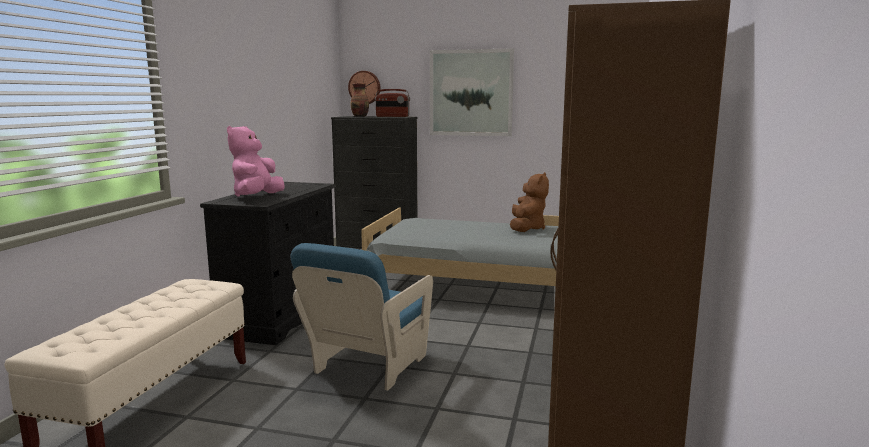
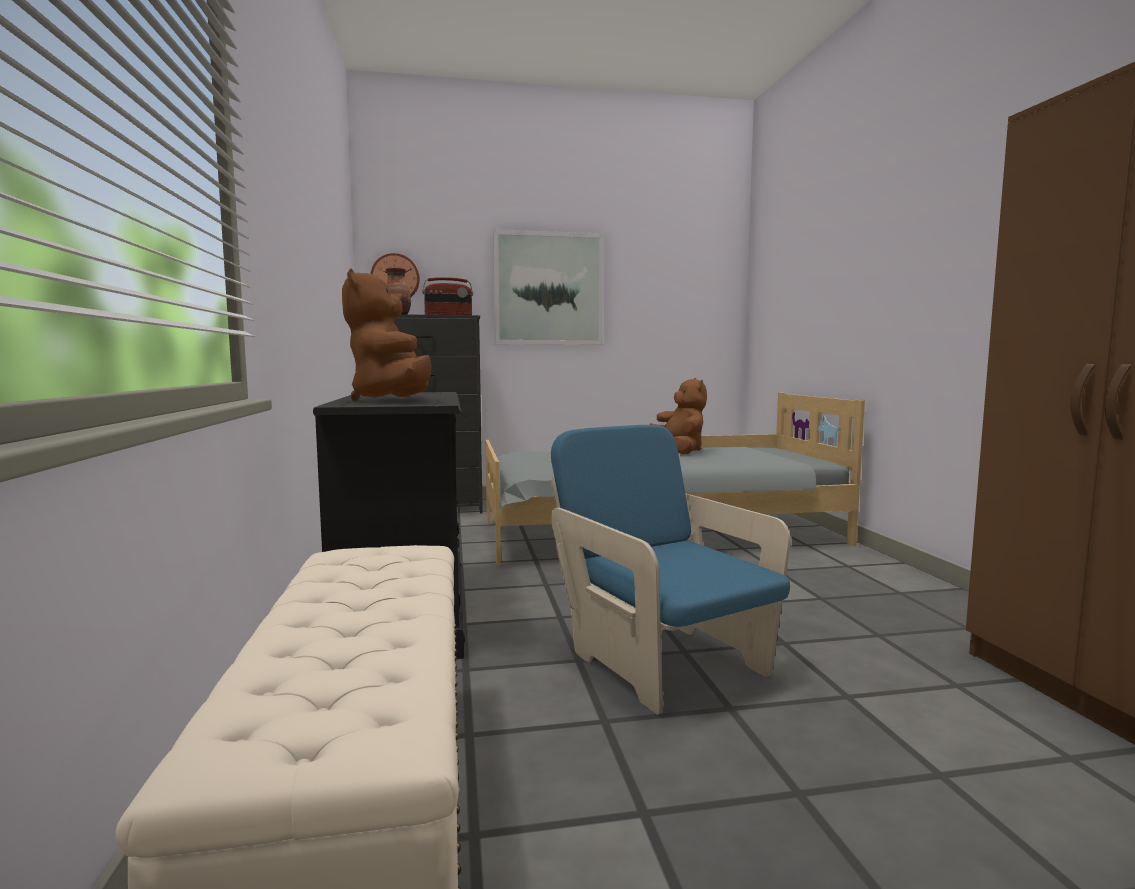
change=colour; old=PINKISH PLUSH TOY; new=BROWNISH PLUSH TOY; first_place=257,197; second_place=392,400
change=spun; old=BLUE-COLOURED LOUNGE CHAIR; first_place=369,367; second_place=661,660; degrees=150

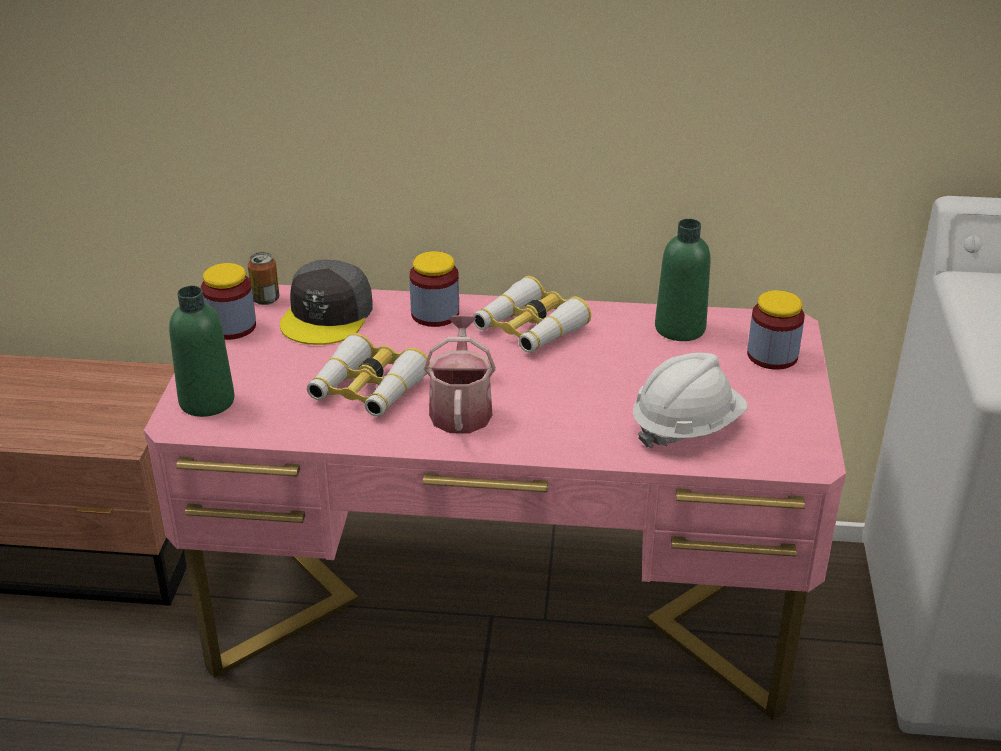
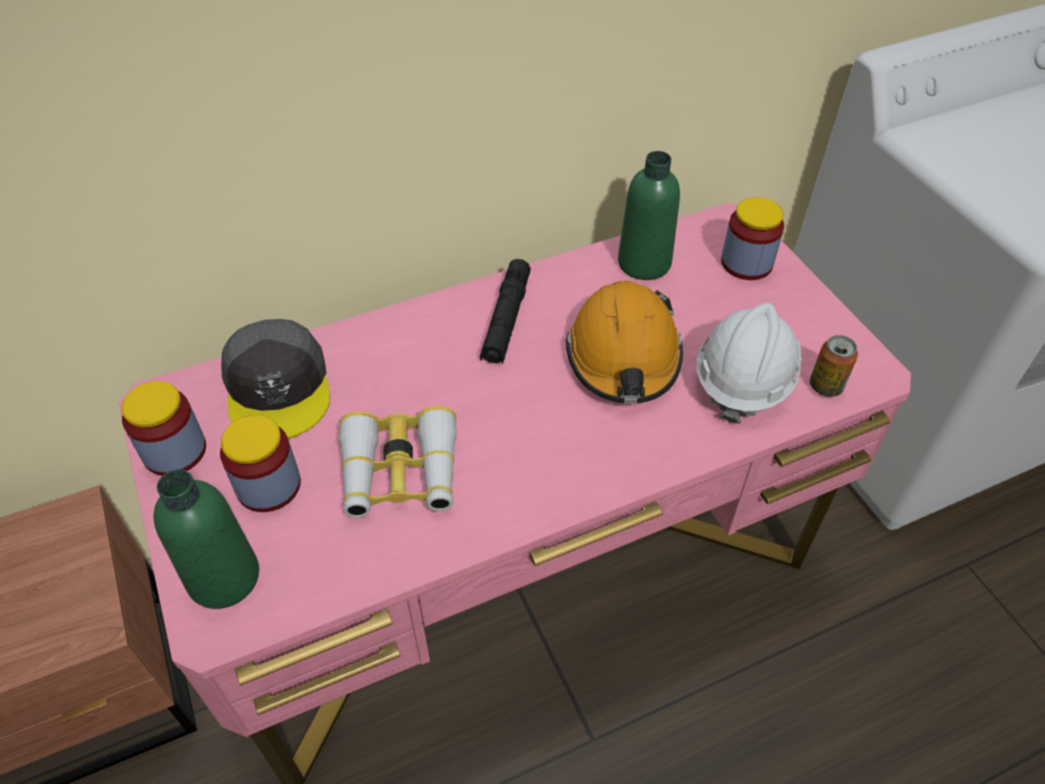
change=relocated; old=METAL CAN; first_place=265,299; second_place=825,386
change=relocated; old=STORAGE JAR; first_place=435,314; second_place=268,486
change=missing; old=WATERING CAN; first_place=461,408
change=exchanged; old=FIELD GLASSES; new=BLACK TORCH; first_place=529,328; second_place=506,319
change=appeared; new=ORANGEY SAFETY HELMET; second_place=624,357

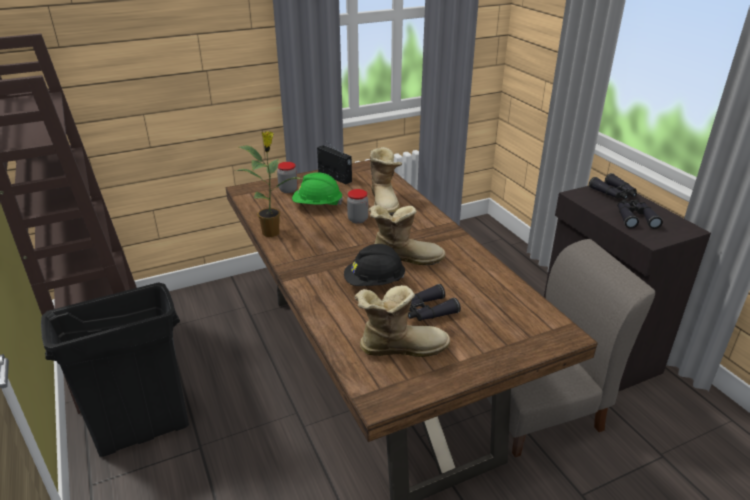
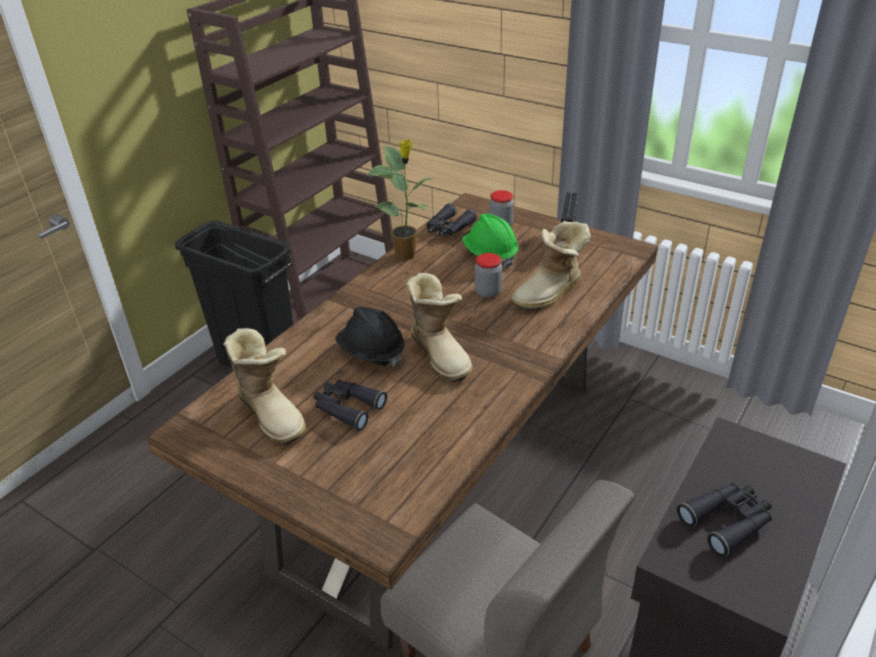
change=relocated; old=BLACK FIELD GLASSES; first_place=614,193; second_place=448,228

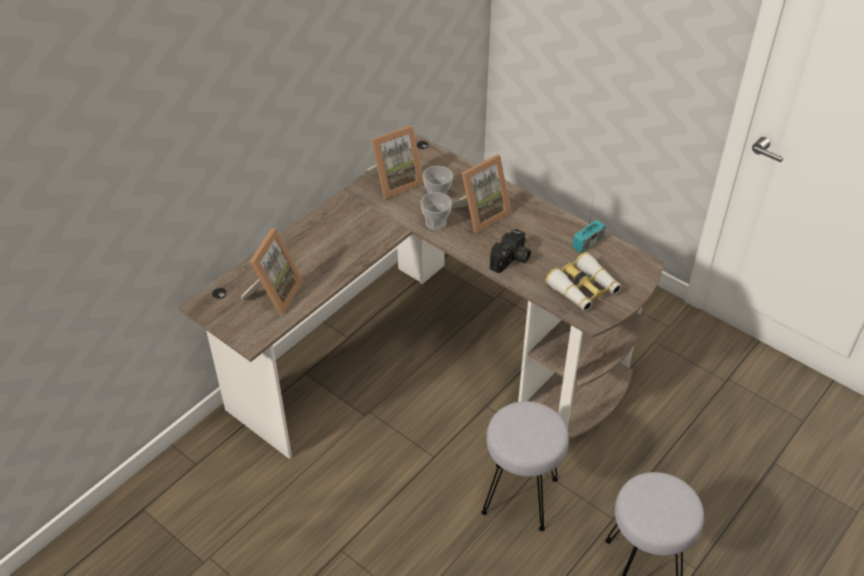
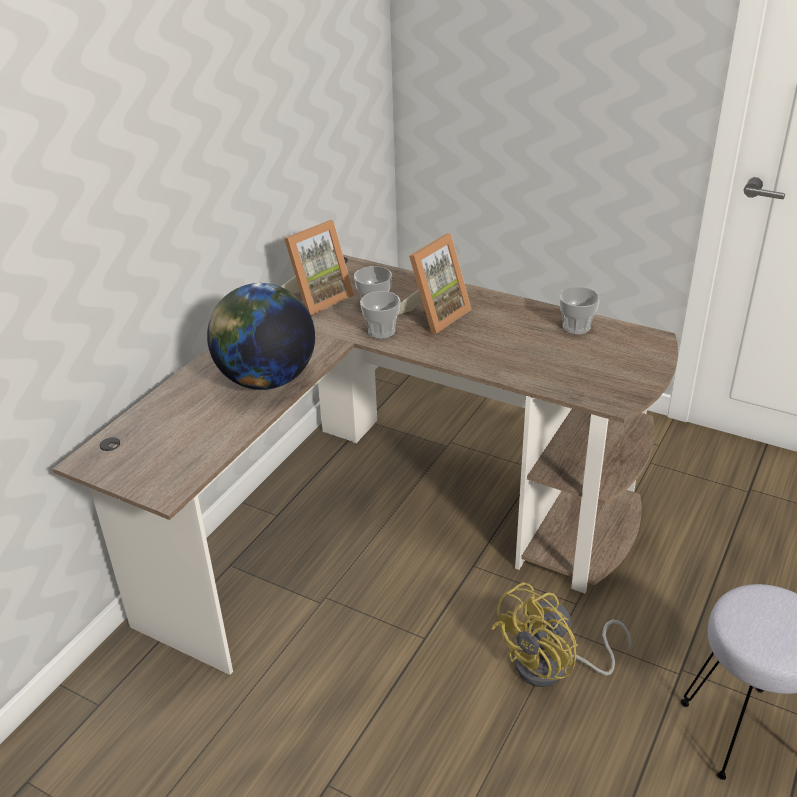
change=missing; old=PICTURE FRAME; first_place=274,293
change=exchanged; old=GRAY STOOL SEAT; new=YELLOW COOLING FAN; first_place=521,497; second_place=553,668
change=missing; old=PHOTO CAMERA; first_place=511,260
change=missing; old=FIELD GLASSES; first_place=583,289
change=exchanged; old=RADIO; new=CUP; first_place=588,243; second_place=576,327
change=appeared; new=WORLD GLOBE; second_place=266,380

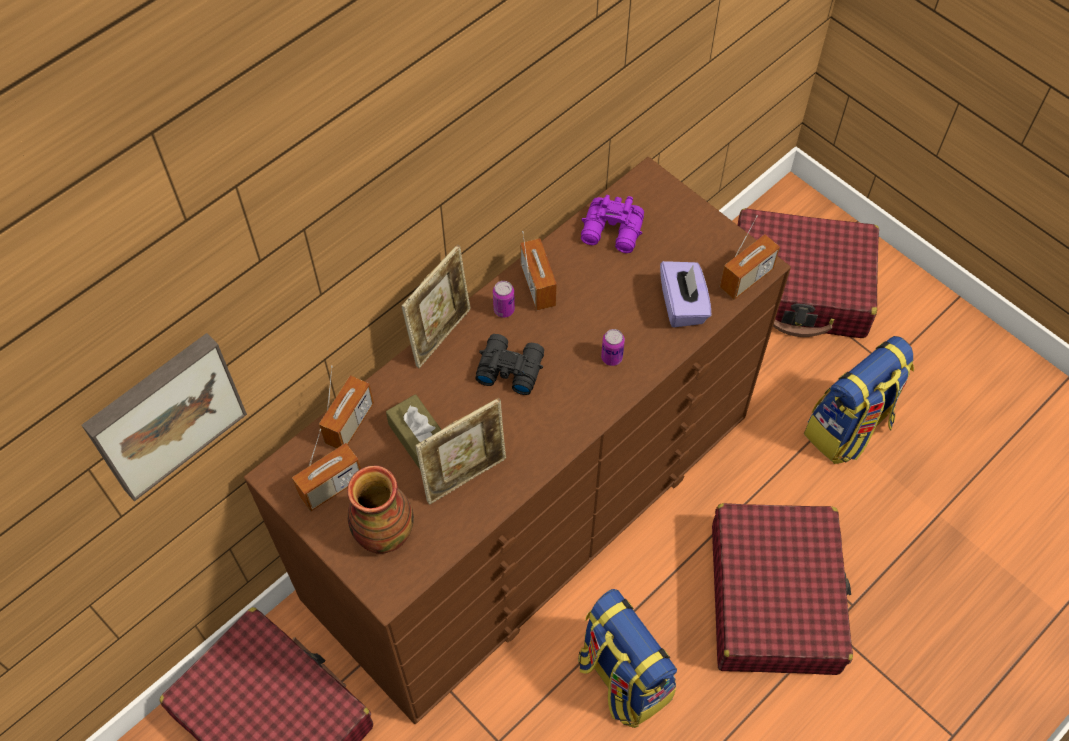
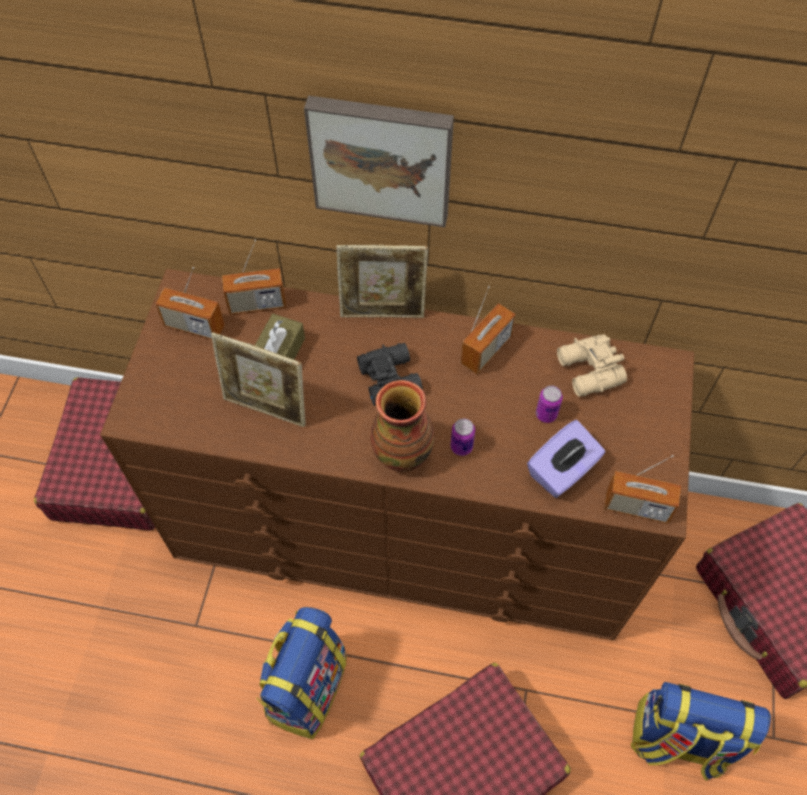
change=relocated; old=PICTURE; first_place=164,413; second_place=382,158
change=relocated; old=DECORATIVE VASE; first_place=383,532; second_place=402,452
change=relocated; old=METAL CAN; first_place=504,310; second_place=546,414
change=colour; old=PURPLISH FIELD GLASSES; new=SAND-COLOURED FIELD GLASSES; first_place=612,232; second_place=588,372

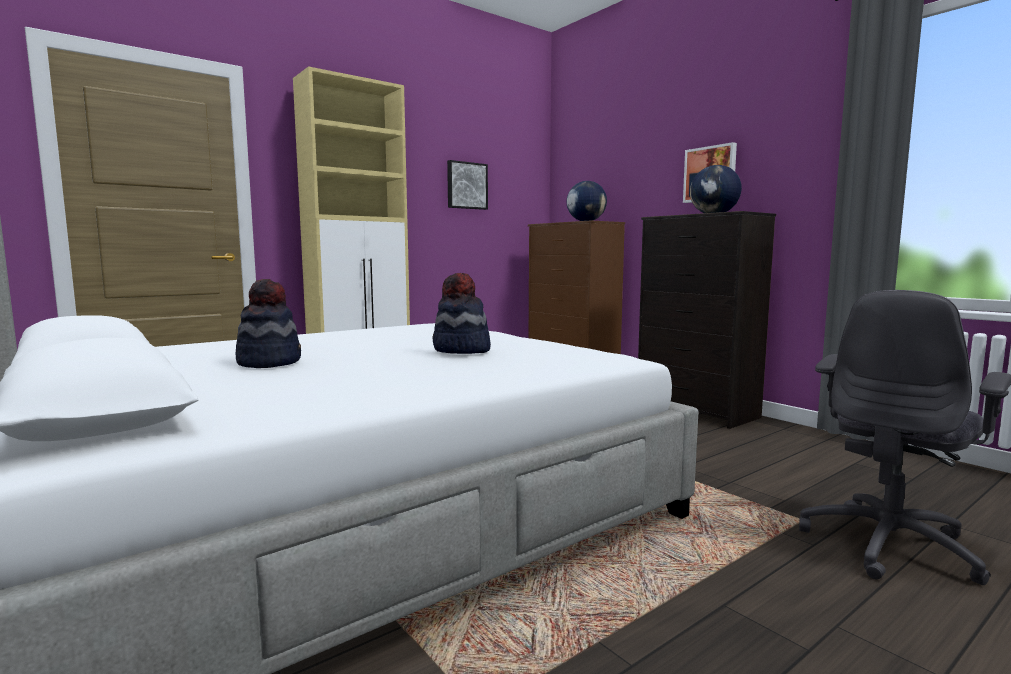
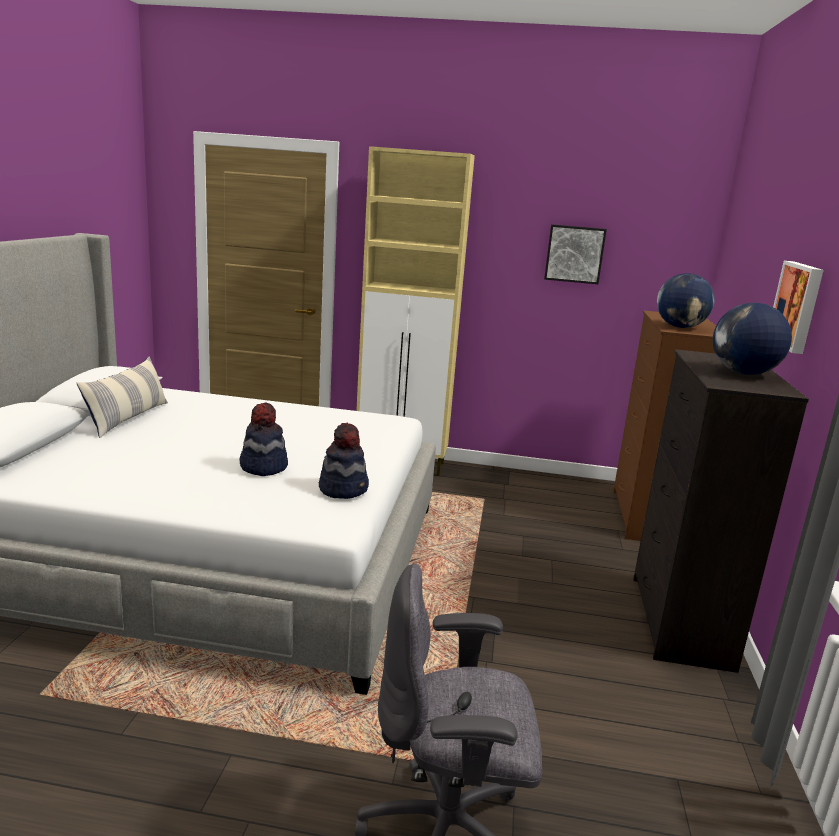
change=relocated; old=CLOTHING HAT; first_place=269,362; second_place=344,489
change=appeared; new=PILLOW; second_place=128,418

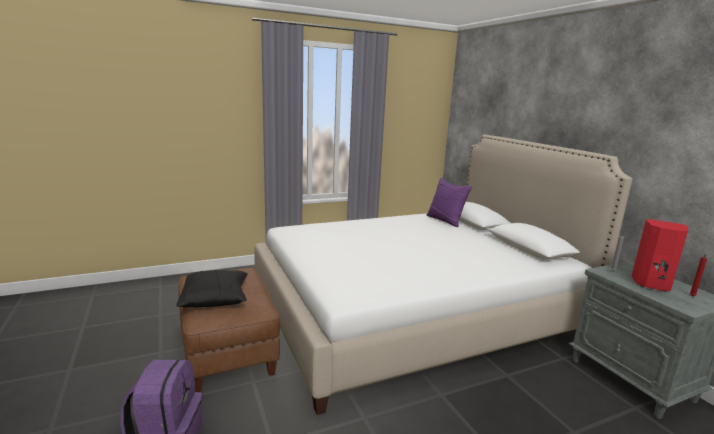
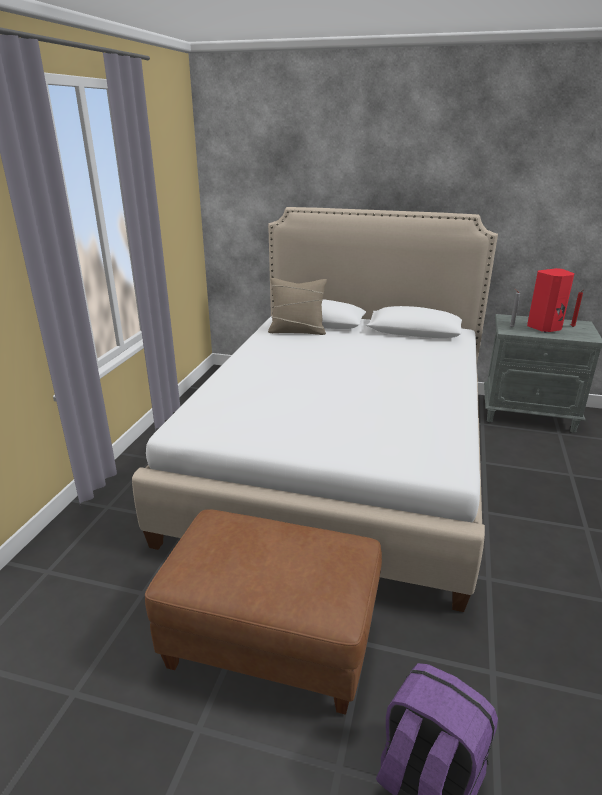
change=missing; old=BLACK PILLOW; first_place=215,299
change=colour; old=PURPLISH PILLOW; new=SAND-COLOURED PILLOW; first_place=445,220; second_place=297,331

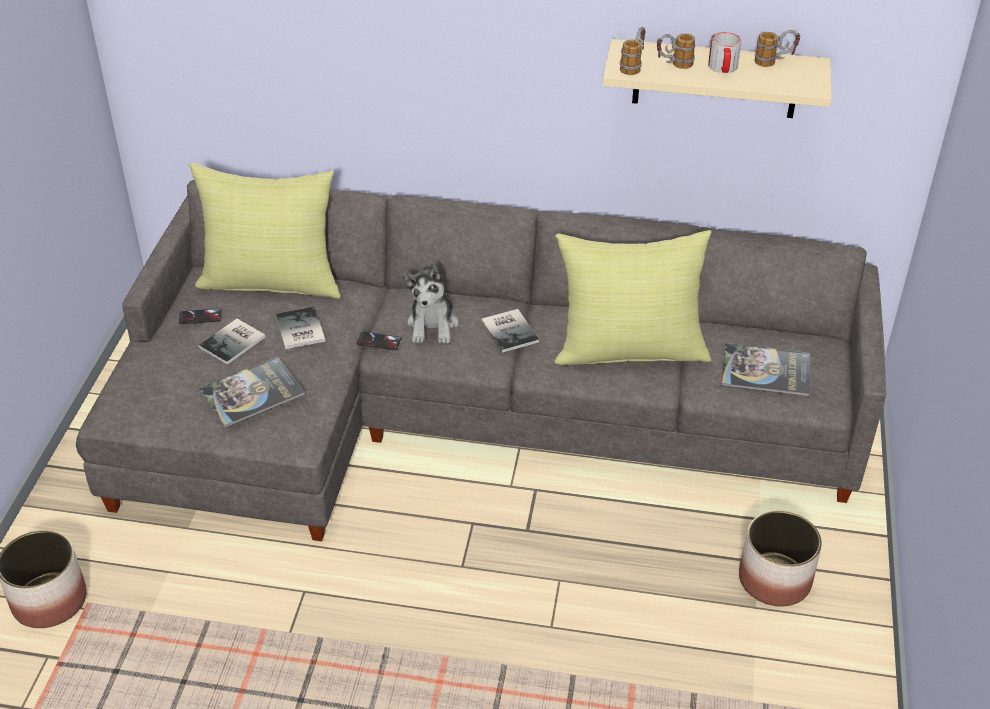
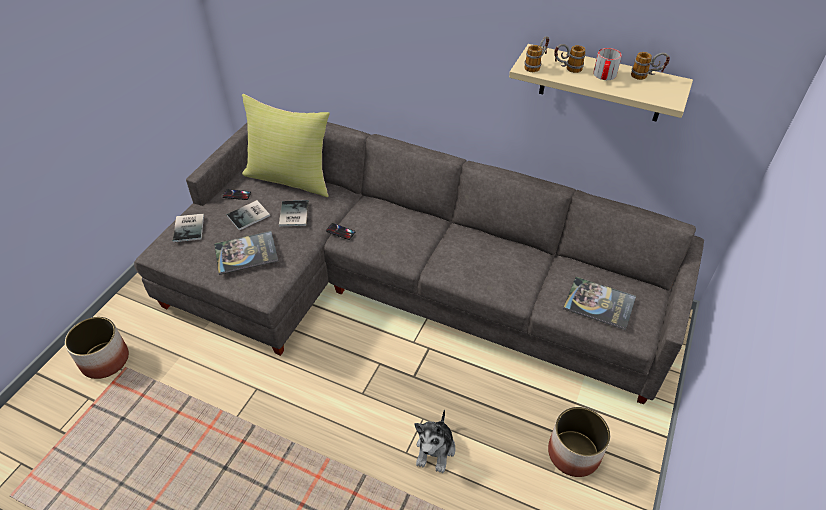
change=relocated; old=PLUSH TOY; first_place=433,325; second_place=435,449
change=relocated; old=VOLUME; first_place=510,330; second_place=190,227
change=missing; old=YELLOW PILLOW; first_place=630,349

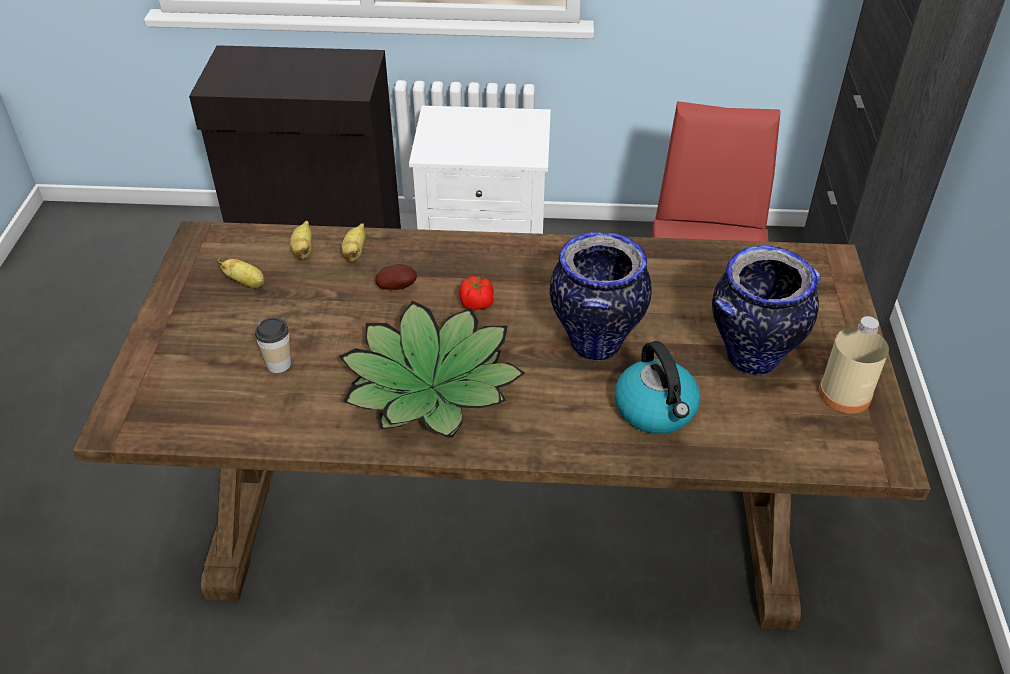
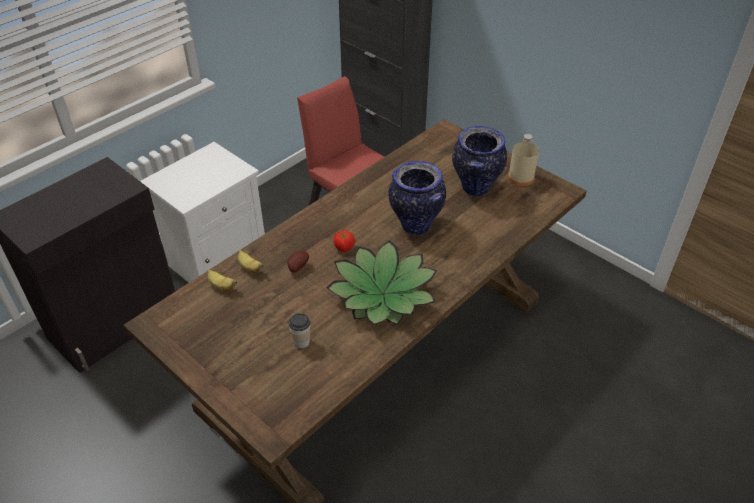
change=missing; old=BANANA; first_place=246,283
change=missing; old=TEA KETTLE; first_place=656,410

